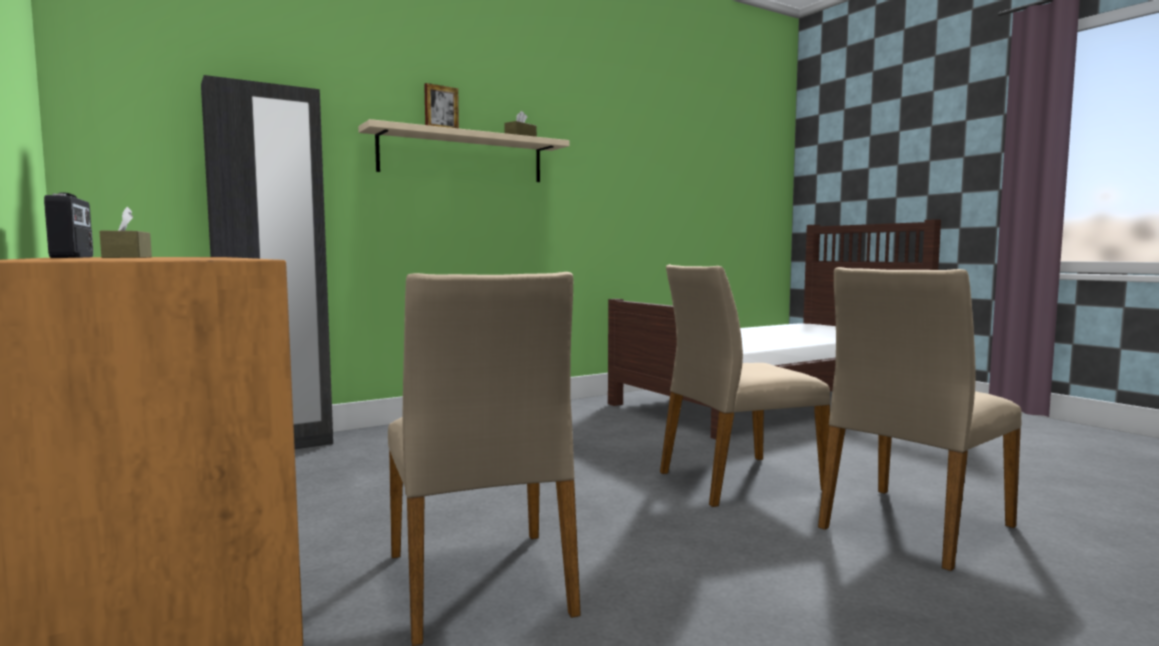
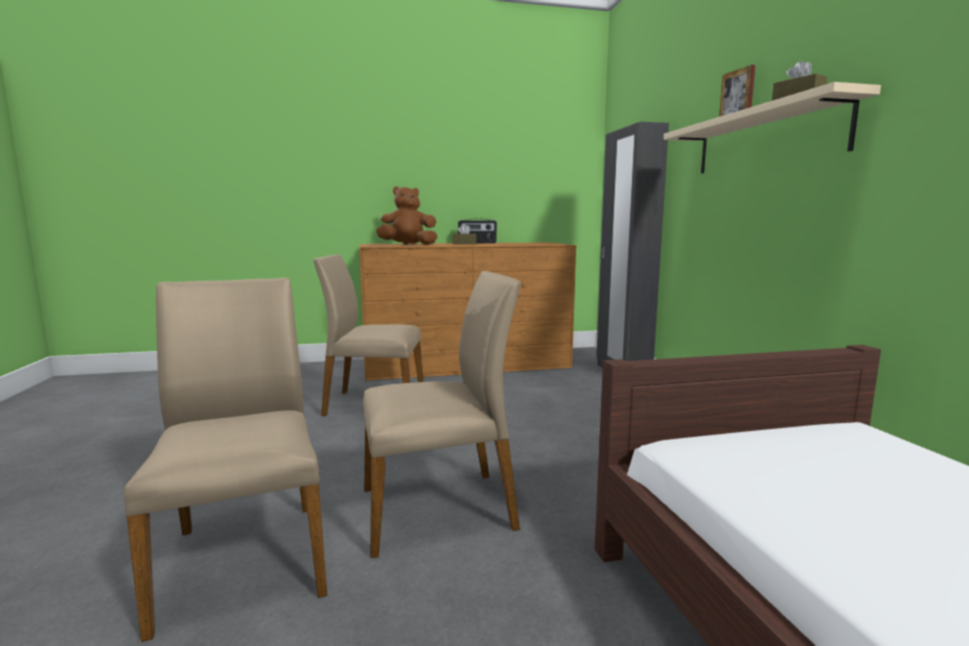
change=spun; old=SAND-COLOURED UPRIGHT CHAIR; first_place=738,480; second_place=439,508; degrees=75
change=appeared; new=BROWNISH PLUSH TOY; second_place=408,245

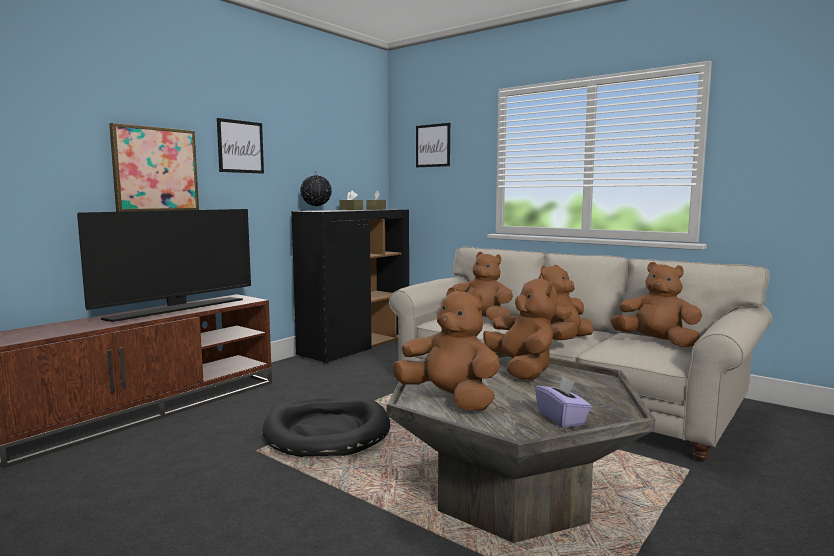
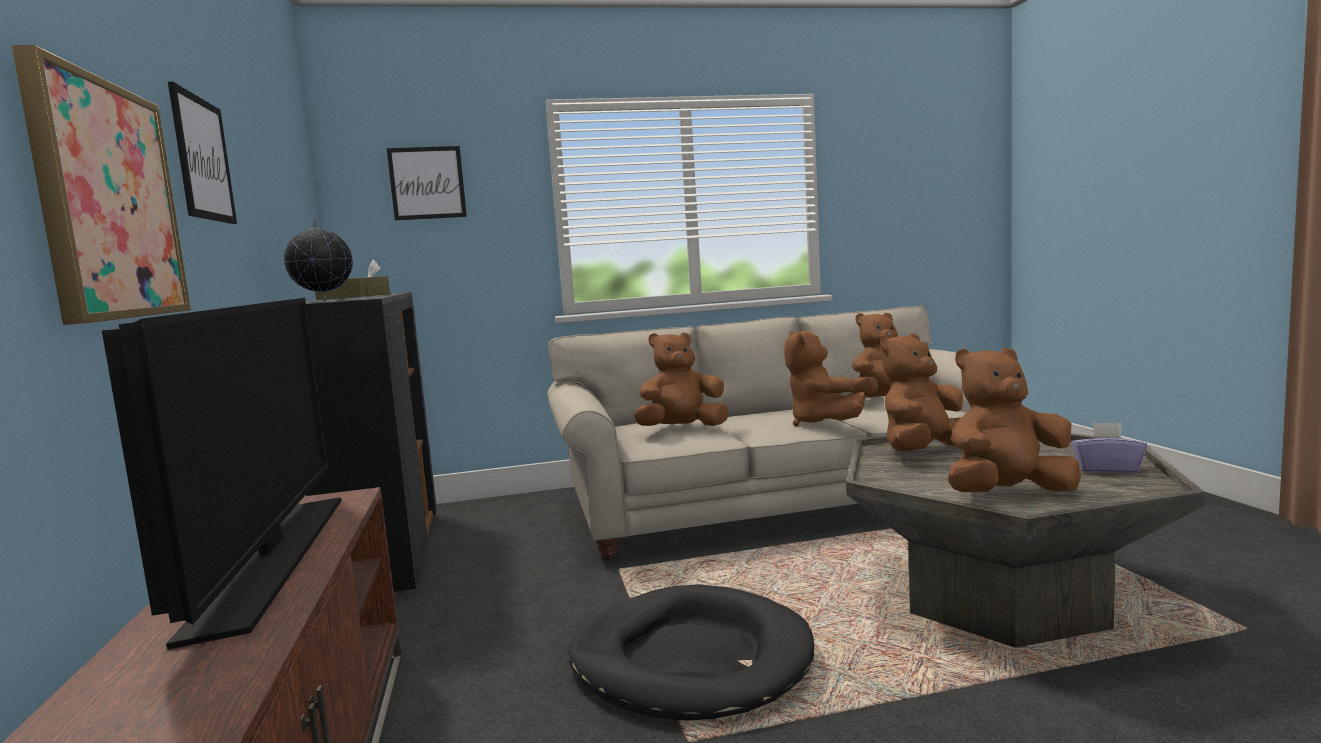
change=spun; old=BROWNISH PLUSH TOY; first_place=521,370; second_place=924,452; degrees=-60

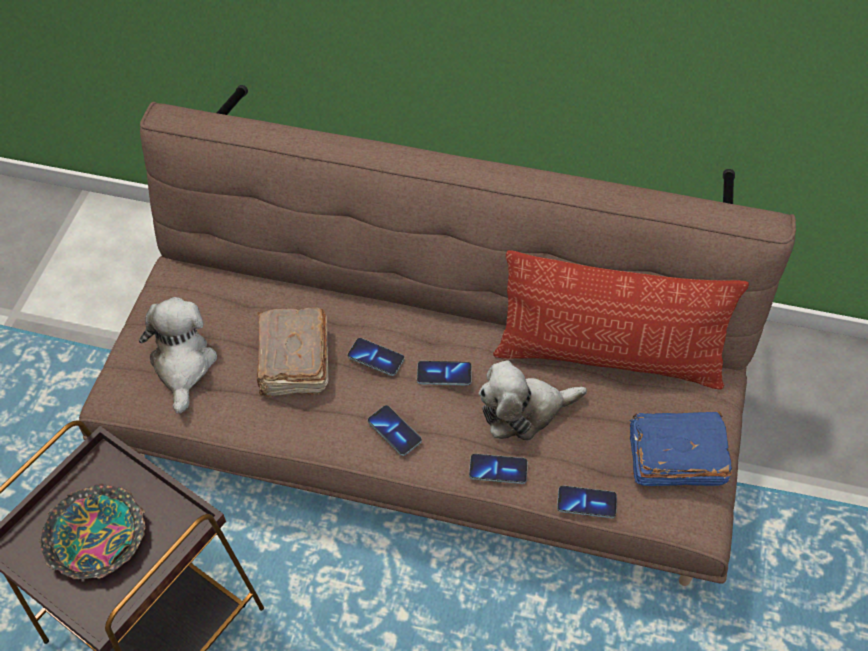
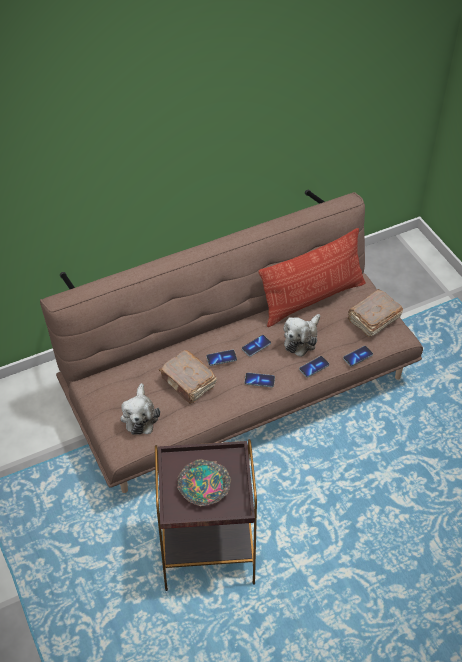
change=spun; old=PLUSH TOY; first_place=183,365; second_place=140,416; degrees=-135
change=colour; old=BLUE-COLOURED VOLUME; new=BROWNISH VOLUME; first_place=674,458; second_place=373,319

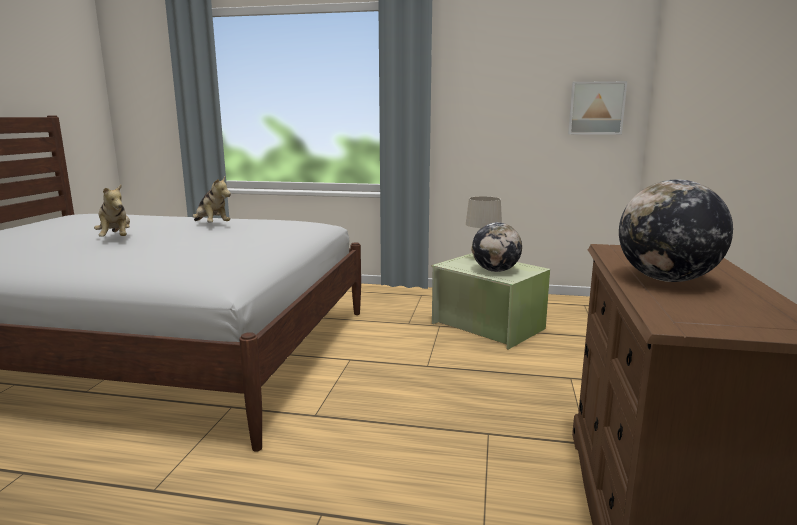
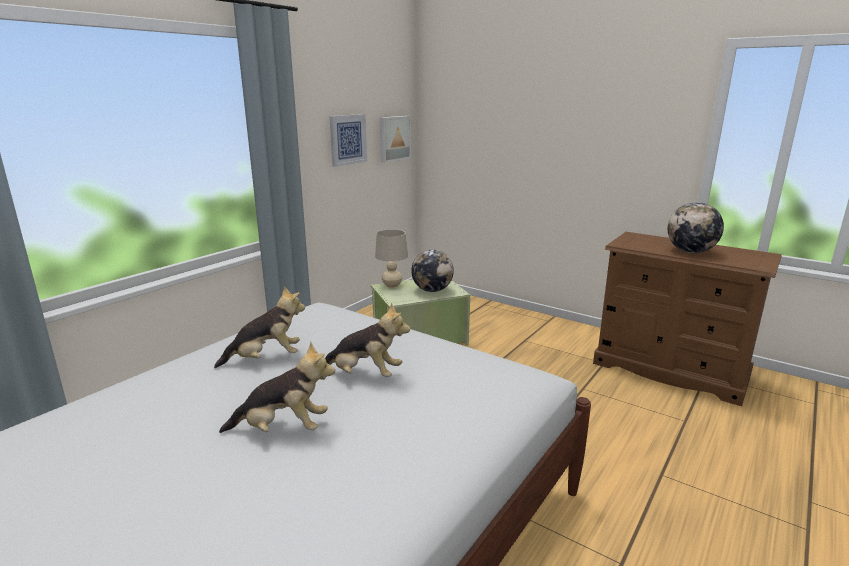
change=appeared; new=PLUSH TOY; second_place=364,375
change=appeared; new=PICTURE; second_place=347,139

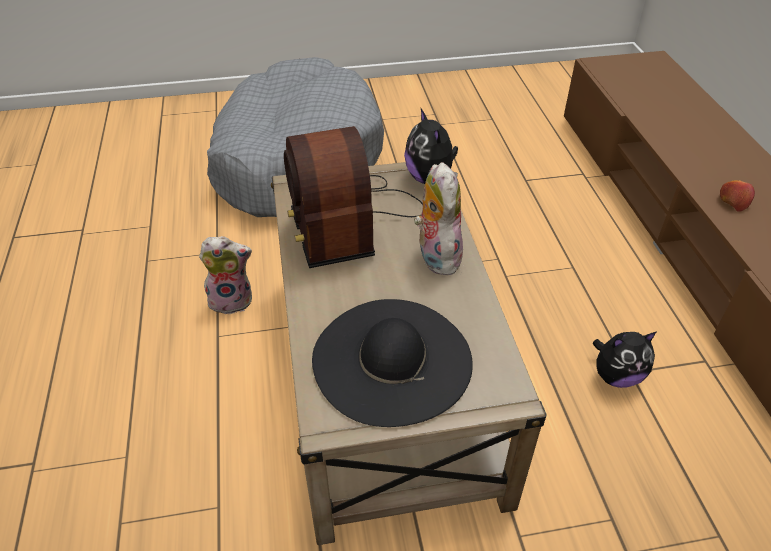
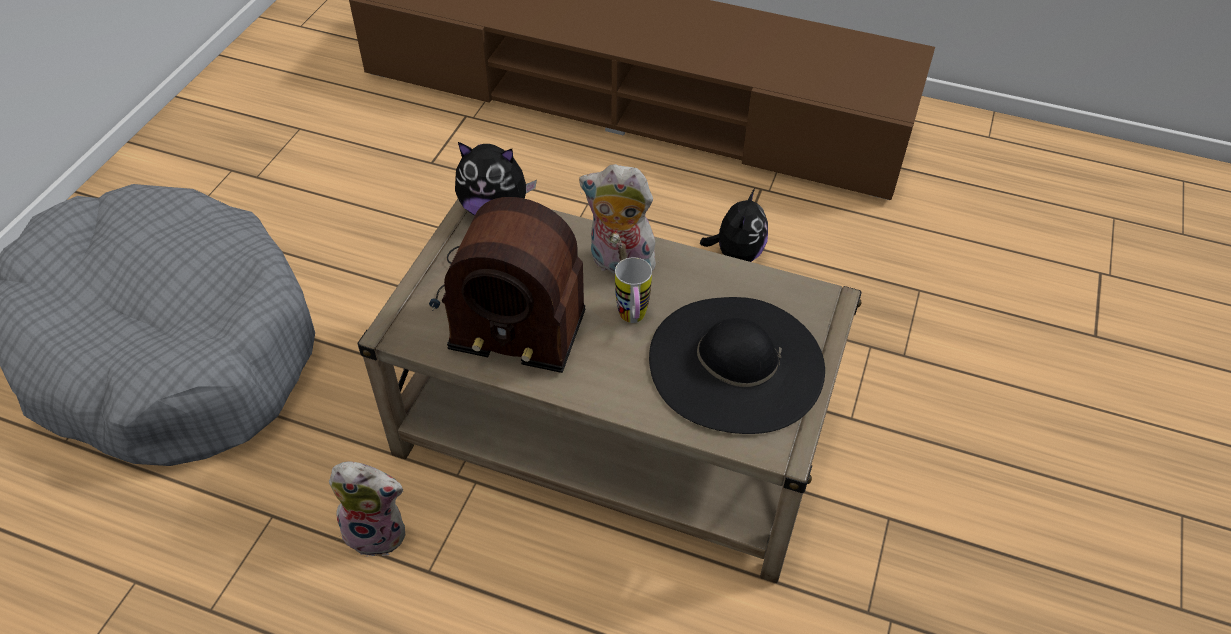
change=spun; old=PLUSH TOY; first_place=232,300; second_place=378,531; degrees=75
change=missing; old=APPLE; first_place=733,201
change=appeared; new=MUG; second_place=633,320

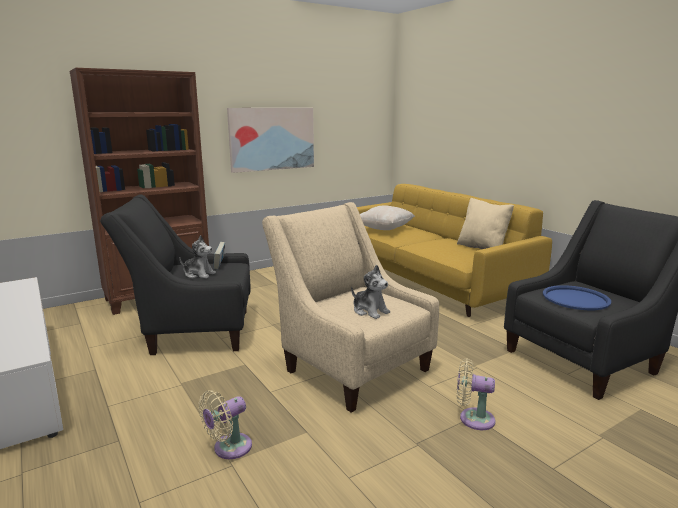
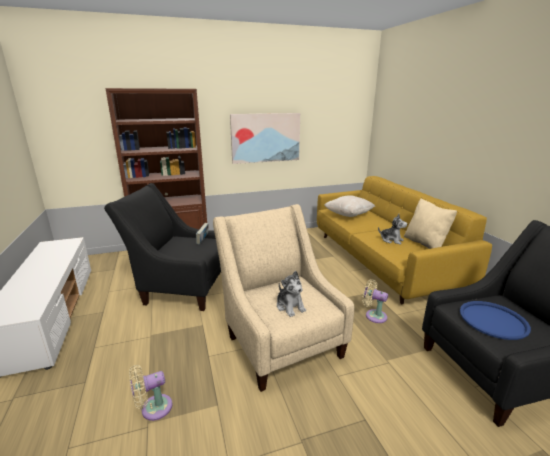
change=relocated; old=PLUSH TOY; first_place=199,274; second_place=391,240
change=relocated; old=SAND-COLOURED COOLING FAN; first_place=473,418; second_place=373,315

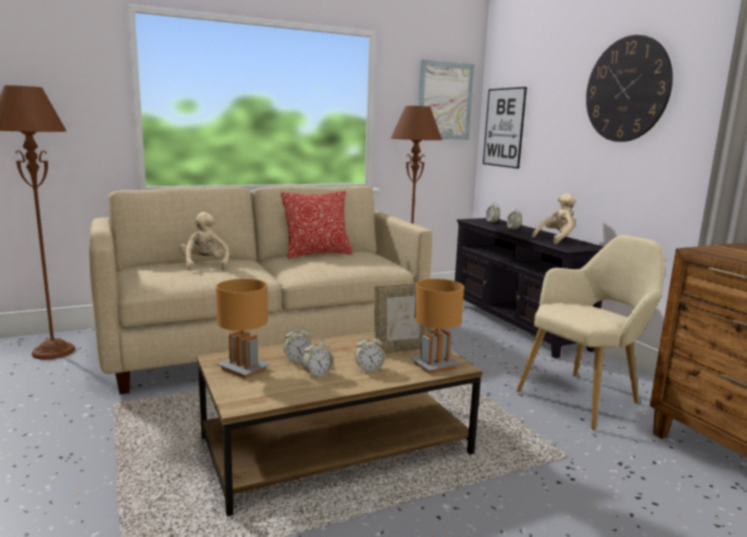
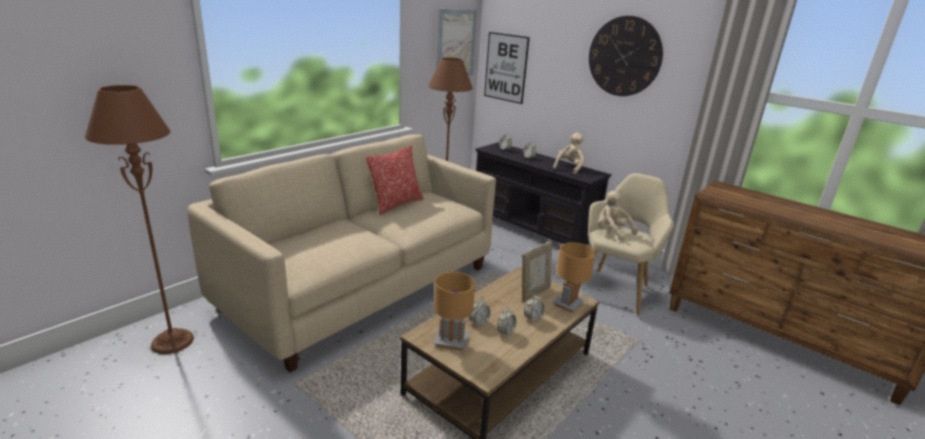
change=relocated; old=SAND-COLOURED PLUSH TOY; first_place=204,265; second_place=612,232

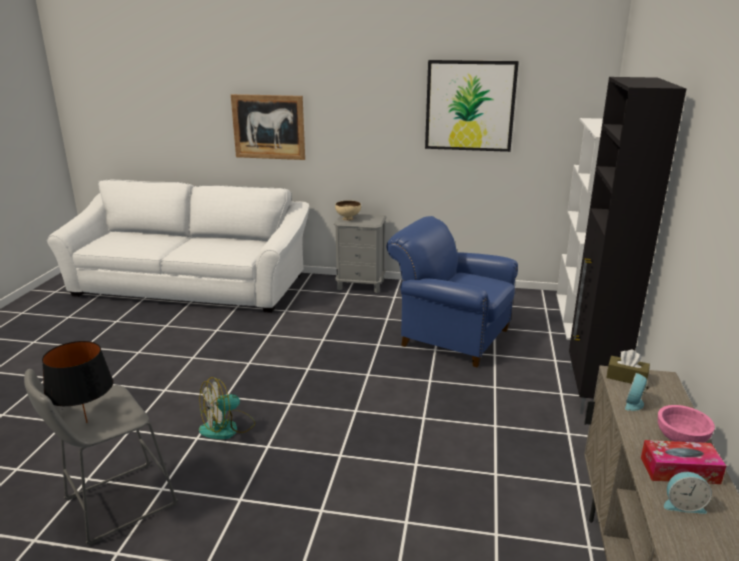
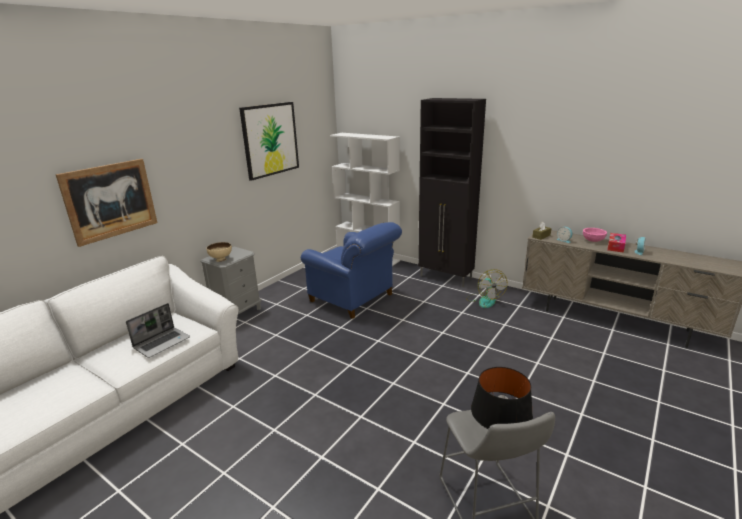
change=relocated; old=COOLING FAN; first_place=227,427; second_place=484,300
change=spun; old=BLUE-COLOURED LOUNGE CHAIR; first_place=450,336; second_place=354,299; degrees=-105
change=appeared; new=PORTABLE COMPUTER; second_place=162,342

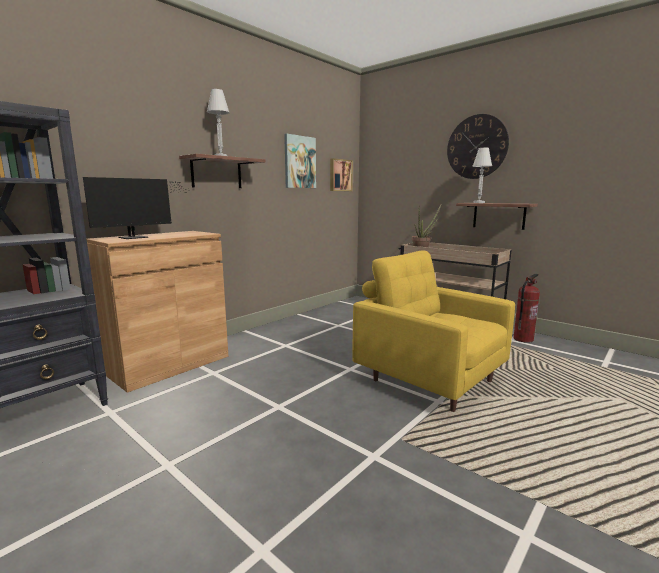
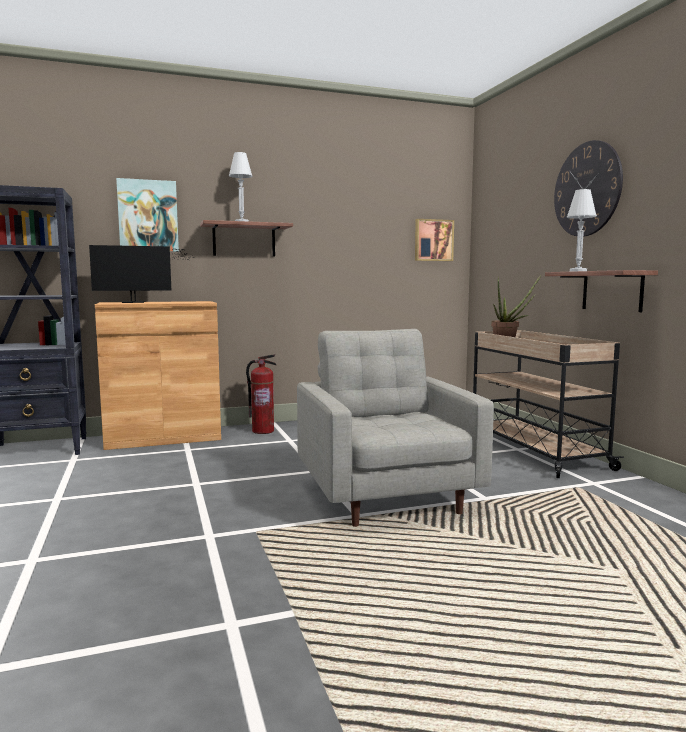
change=relocated; old=PICTURE; first_place=299,162; second_place=148,216
change=colour; old=YELLOW LOUNGE CHAIR; new=GRAY LOUNGE CHAIR; first_place=429,379; second_place=387,496
change=relocated; old=FIRE-FIGHTING CYLINDER; first_place=523,339; second_place=263,431

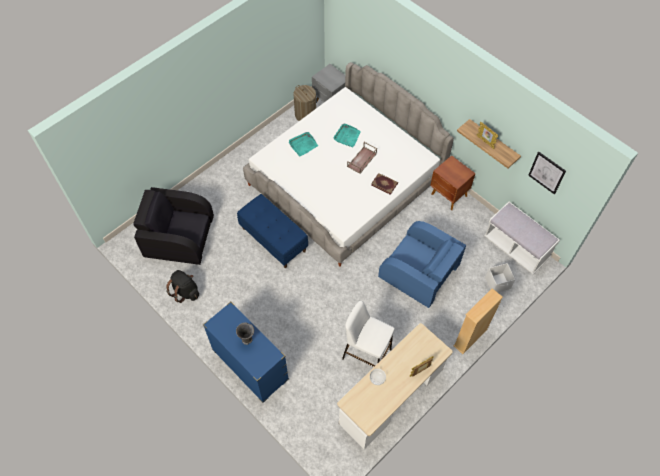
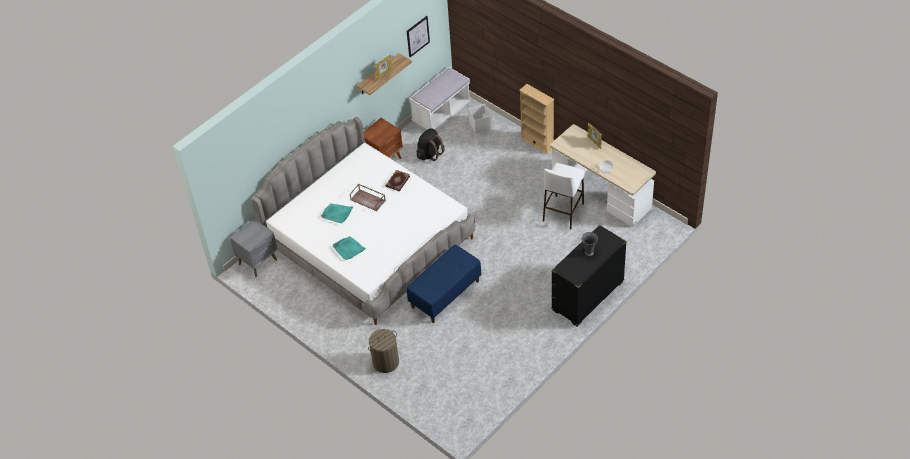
change=missing; old=BLACK LOUNGE CHAIR; first_place=179,237
change=relocated; old=BLACK BACKPACK; first_place=185,291; second_place=430,154
change=colour; old=BLUE-COLOURED CHEST OF DRAWERS; new=BLACK CHEST OF DRAWERS; first_place=250,365; second_place=587,296
change=relocated; old=LAUNDRY BASKET; first_place=305,114; second_place=385,362
change=missing; old=BLUE-COLOURED LOUNGE CHAIR; first_place=419,273

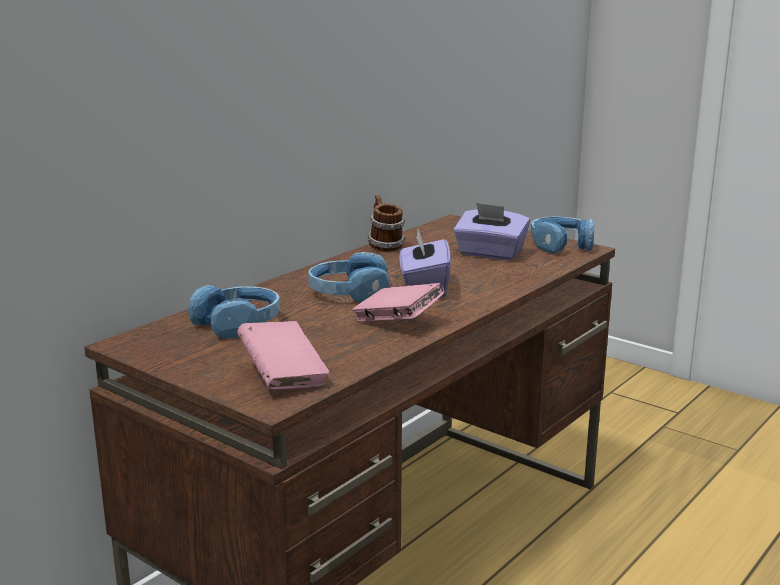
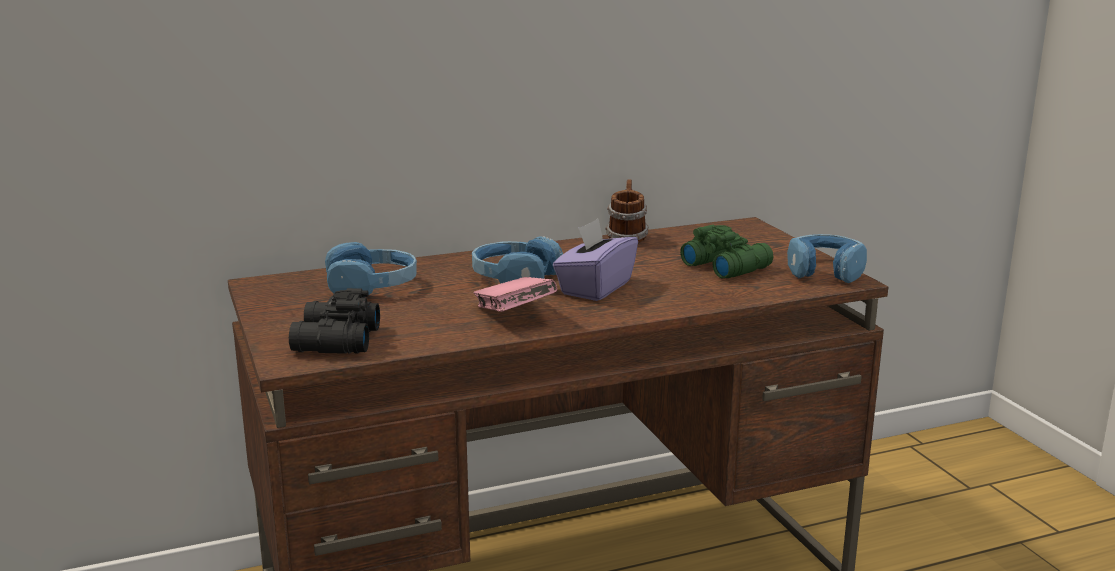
change=exchanged; old=PINKISH VOLUME; new=BLACK FIELD GLASSES; first_place=283,377; second_place=334,341
change=exchanged; old=PURPLISH TISSUE BOX; new=GREEN FIELD GLASSES; first_place=490,254; second_place=726,266

